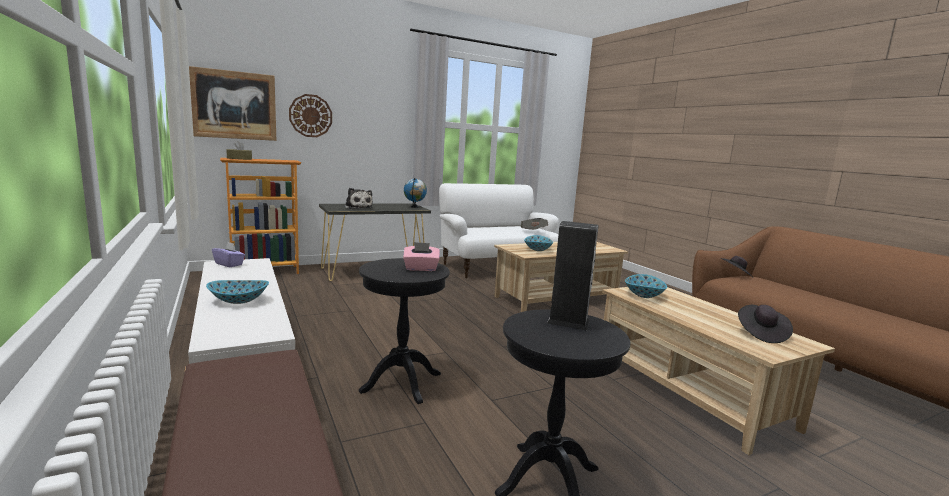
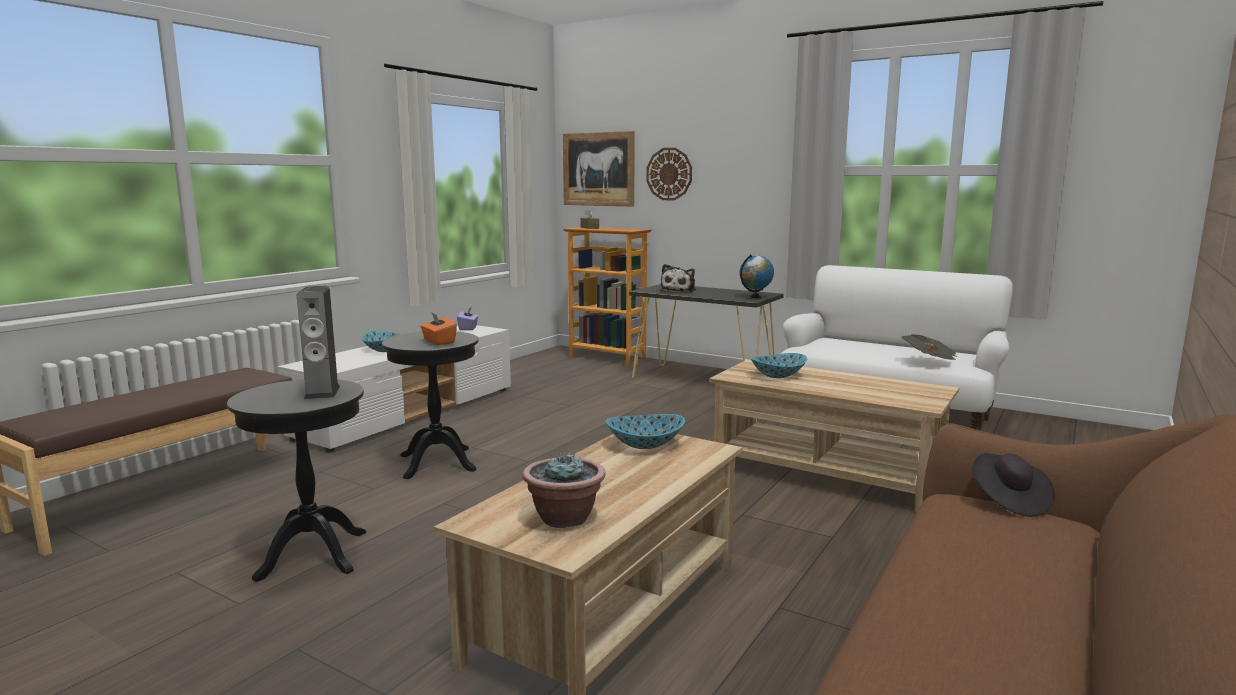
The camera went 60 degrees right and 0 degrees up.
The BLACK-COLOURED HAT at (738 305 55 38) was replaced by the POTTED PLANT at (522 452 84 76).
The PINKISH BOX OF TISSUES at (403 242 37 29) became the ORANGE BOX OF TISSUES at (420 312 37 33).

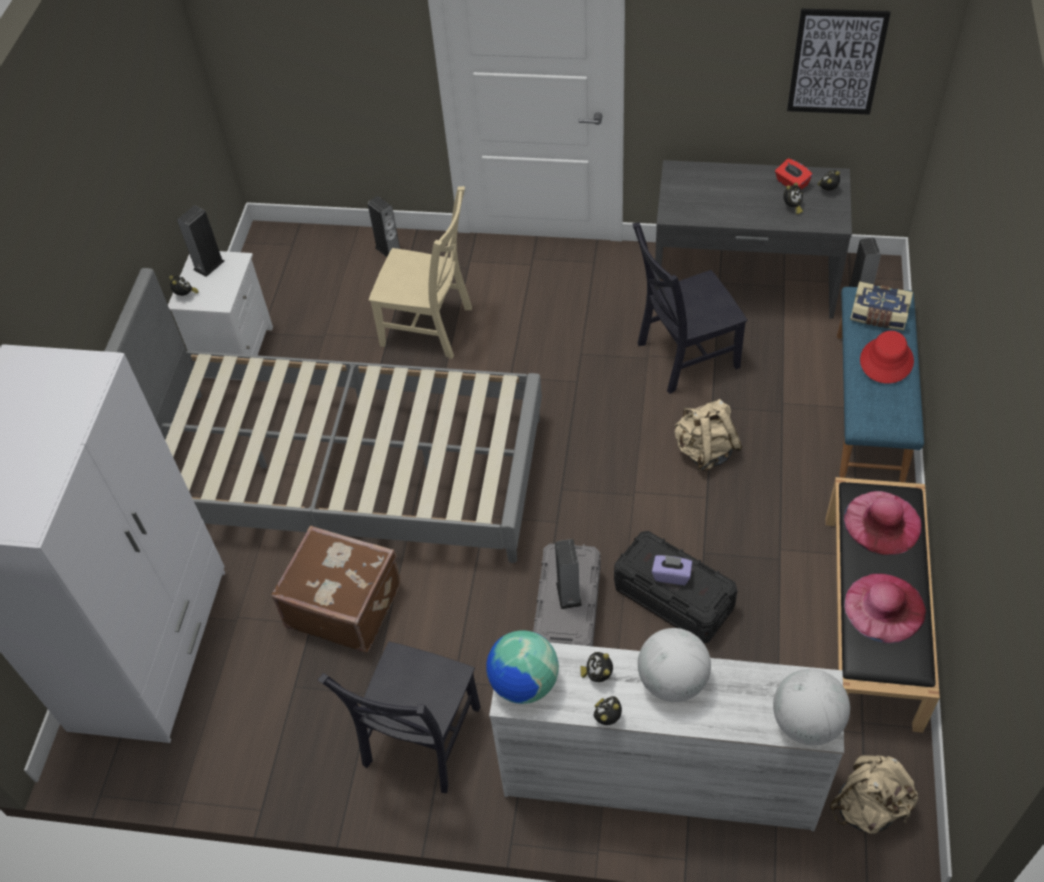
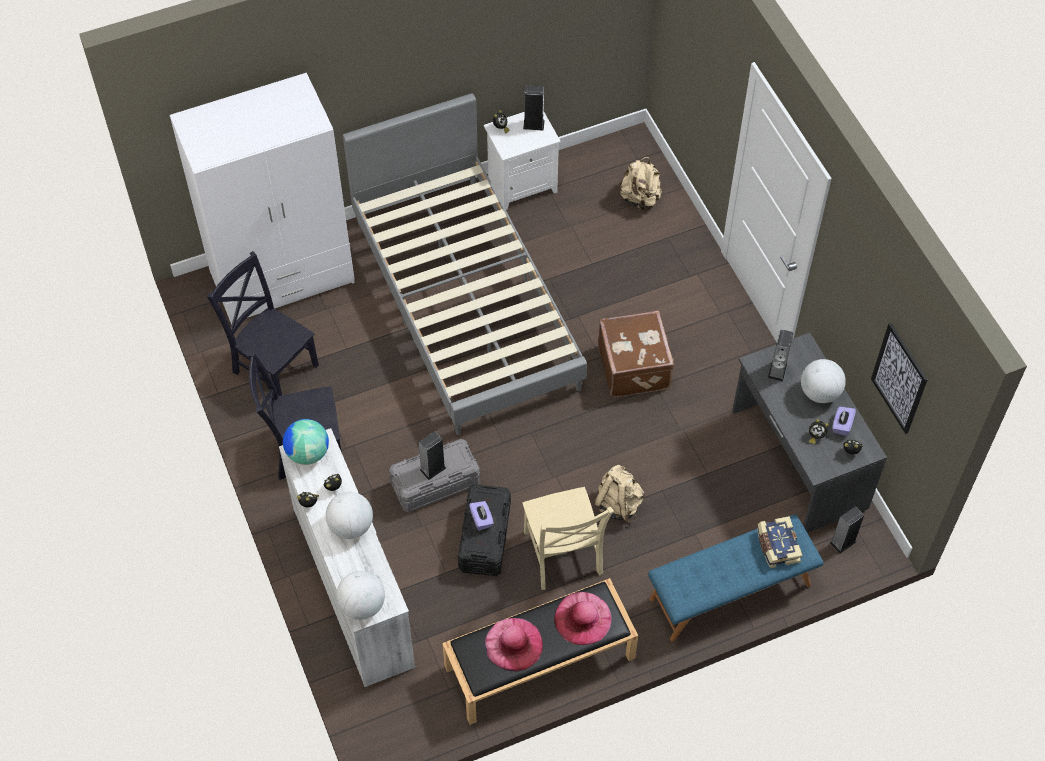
The camera went 55 degrees right and 5 degrees up.
The REDDISH HAT at (860 331 54 52) disappeared.
The DESK GLOBE at (801 359 45 44) appeared.
The BROWN-COLOURED TRAVEL CASE moved from (271 525 129 128) to (598 311 76 87).
The LOUDSPEAKER moved from (368 196 32 61) to (768 329 26 53).
The BEIGE UPRIGHT CHAIR moved from (369 186 103 173) to (522 487 92 103).
The BLACK-COLOURED UPRIGHT CHAIR moved from (632 222 115 172) to (207 251 112 145).
The BEIGE BACKPACK moved from (830 755 89 79) to (619 157 43 54).
The REDDISH BOX OF TISSUES at (775 158 38 32) became the PURPLE BOX OF TISSUES at (832 406 24 30).

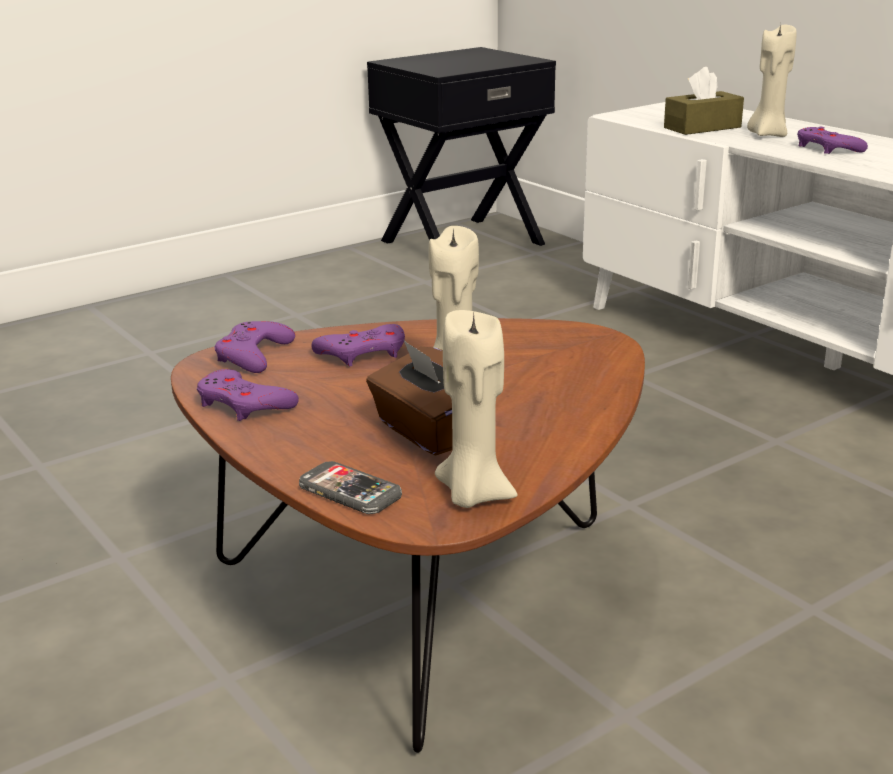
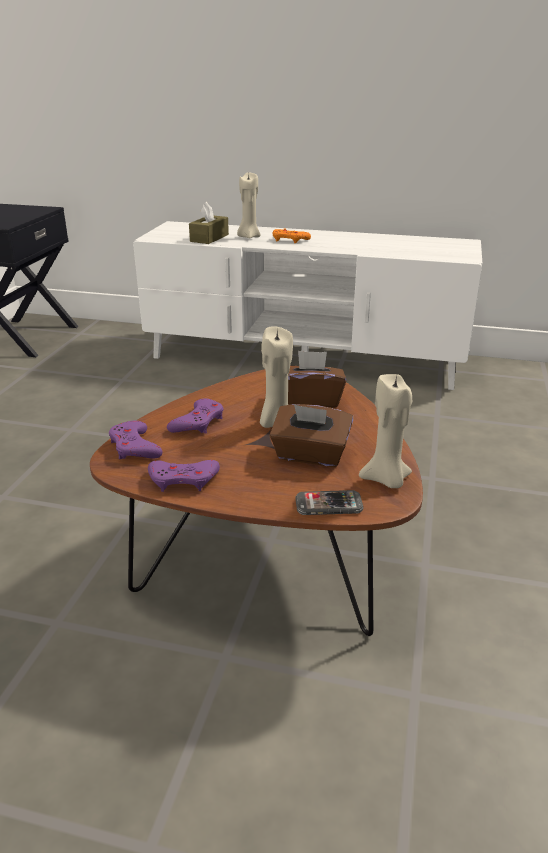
The camera went 40 degrees left and 5 degrees up.
The BROWN-COLOURED BOX OF TISSUES at (288 351 58 57) appeared.
The PURPLE GAME CONTROLLER at (797 127 71 27) became the ORANGE GAME CONTROLLER at (272 229 39 14).

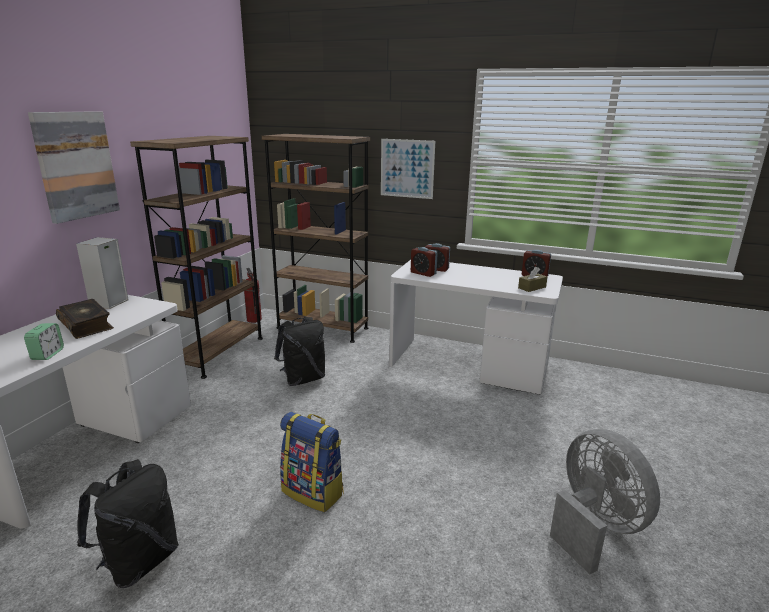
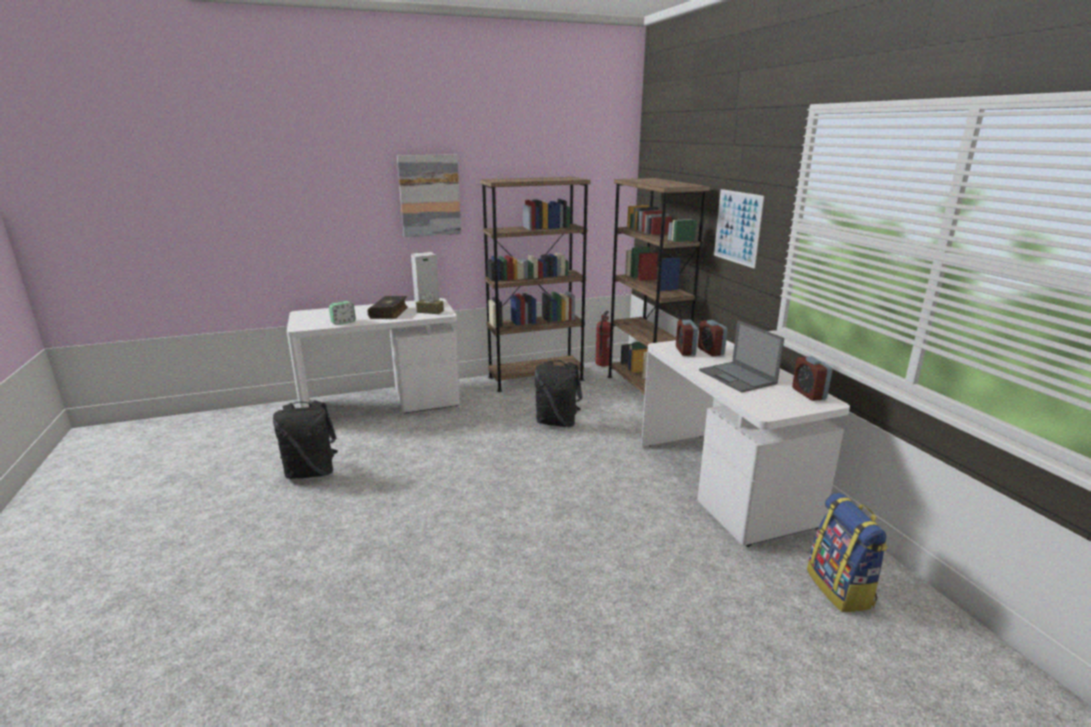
The camera went 50 degrees right and 0 degrees up.
The GREYISH ELECTRIC FAN at (550 429 110 146) disappeared.
The LAPTOP at (699 320 85 73) appeared.
The BACKPACK moved from (280 412 64 100) to (807 493 81 119).
The BROWN-COLOURED BOX OF TISSUES moved from (518 267 29 25) to (416 292 28 22).

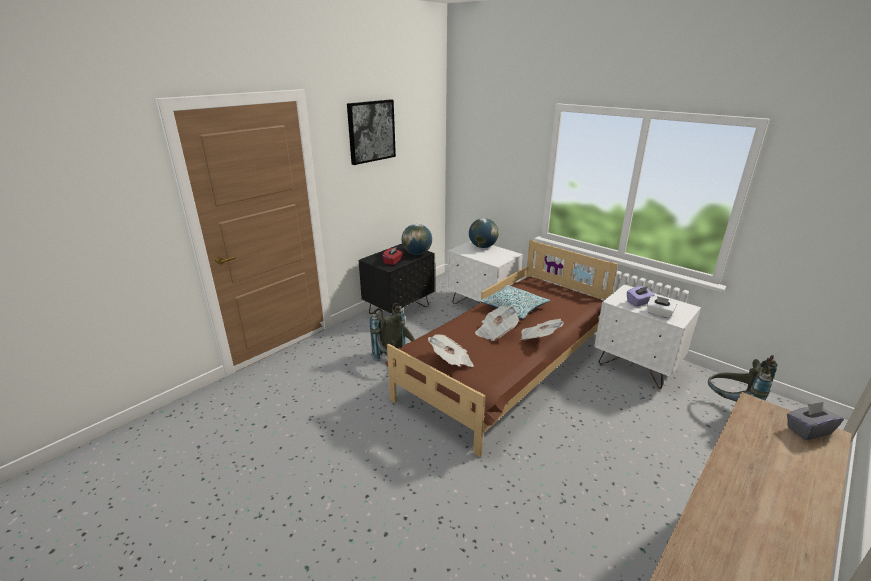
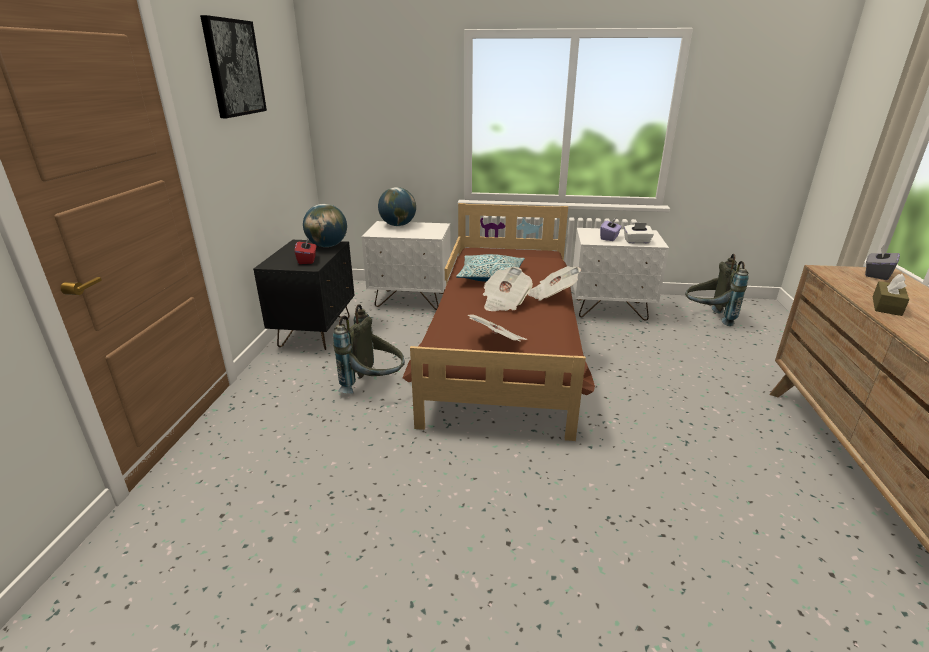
The camera went 35 degrees left and 0 degrees up.
The BROWN-COLOURED BOX OF TISSUES at (873 274 36 42) appeared.

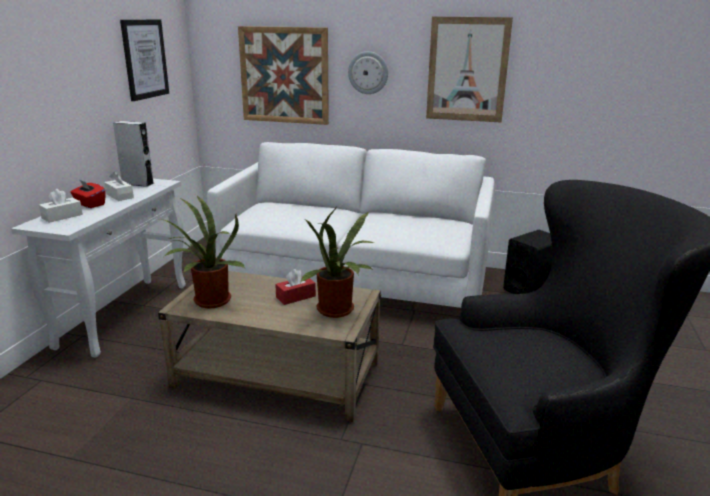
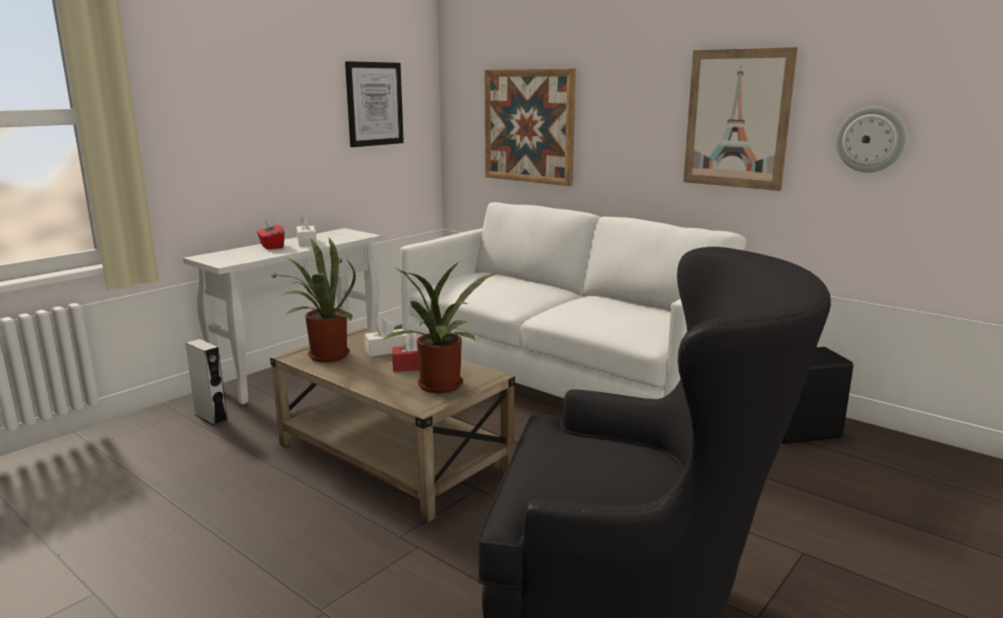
The camera went 25 degrees right and 5 degrees down.
The WHITE BOX OF TISSUES moved from (39 189 44 34) to (364 318 43 39).
The GREYISH LOUDSPEAKER moved from (113 121 41 66) to (185 339 43 86).
The CLOCK ON THE WALL moved from (348 51 40 43) to (836 106 70 67).

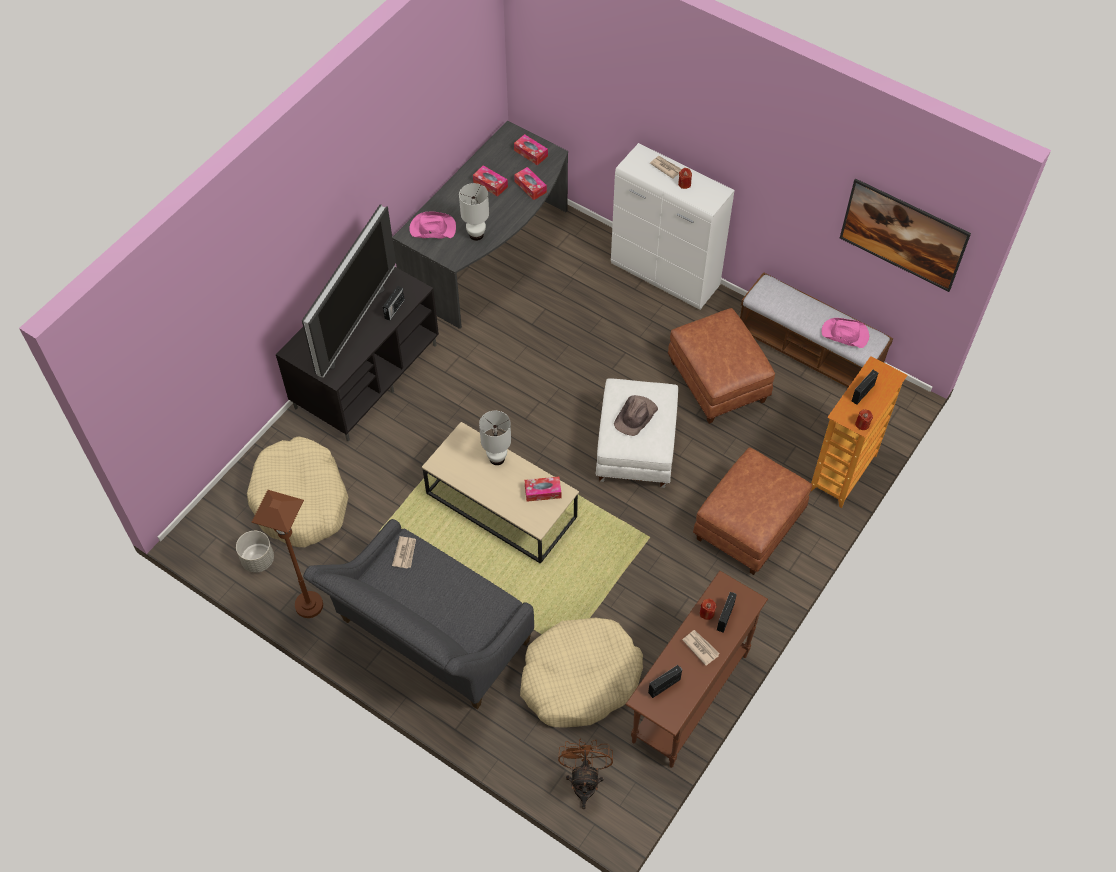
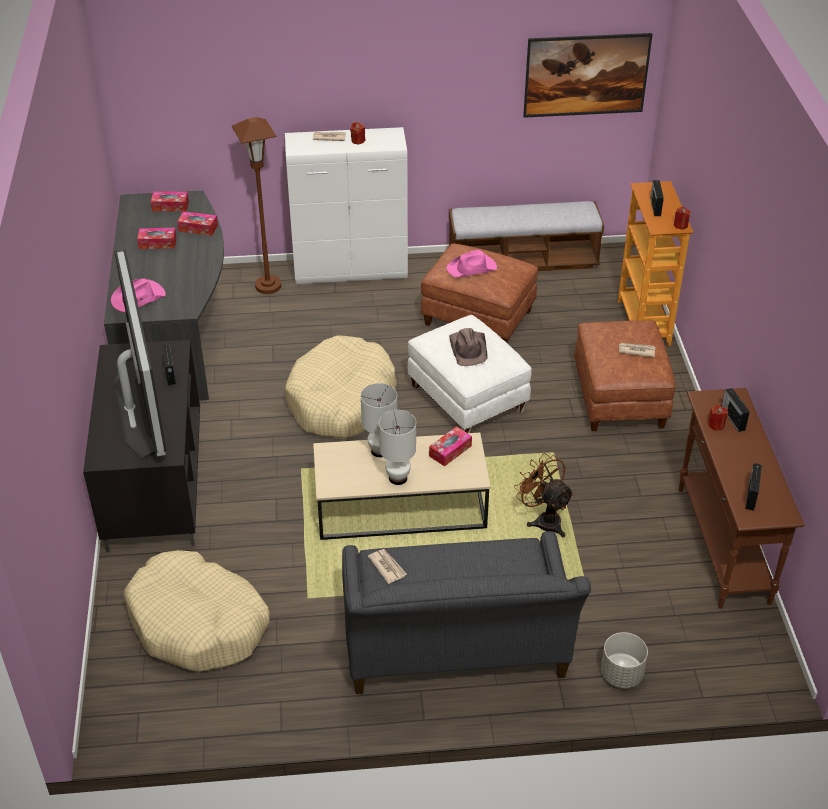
The camera went 40 degrees left and 15 degrees down.
The GREYISH FLOWER POT moved from (236 531 38 42) to (601 632 47 56).
The BROWN-COLOURED FLOOR LAMP moved from (252 490 71 128) to (232 117 49 177).
The WHITE TABLETOP LAMP moved from (459 183 30 58) to (379 410 37 75).
The BEIGE PET BED moved from (520 618 123 109) to (285 335 112 103).
The BROWN-COLOURED ELECTRIC FAN moved from (558 739 55 70) to (514 453 60 84).
The NEWSPAPER moved from (682 630 38 36) to (619 343 36 14).
The PINKISH HAT moved from (822 318 47 30) to (447 249 50 28).

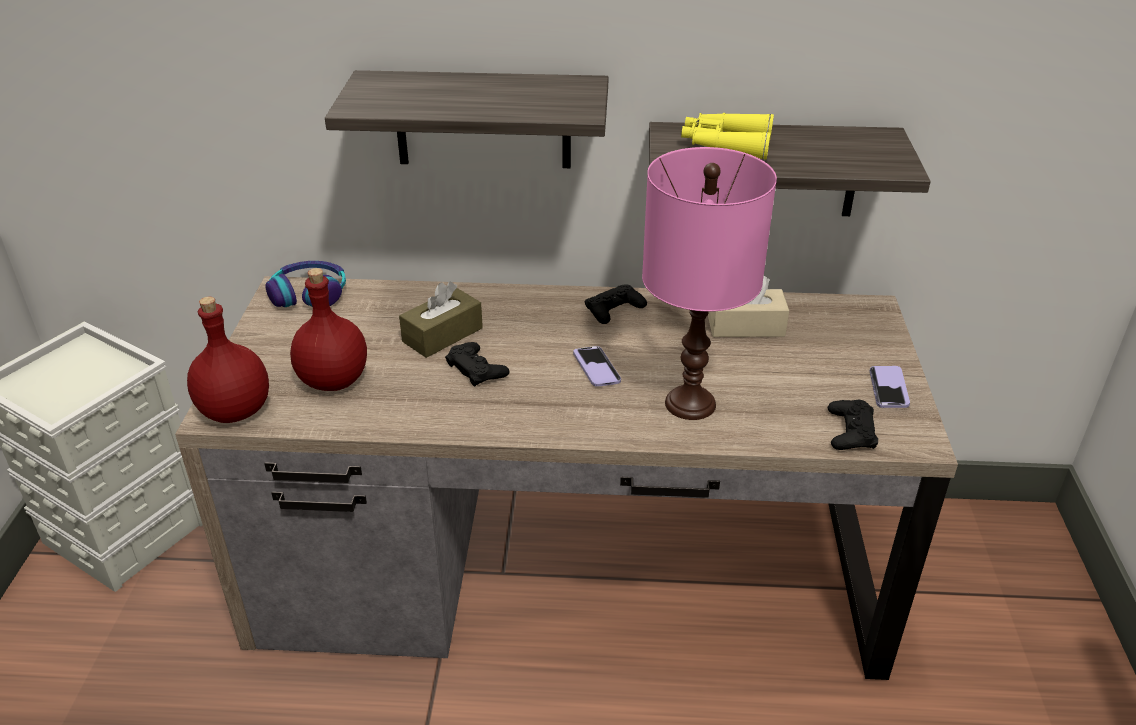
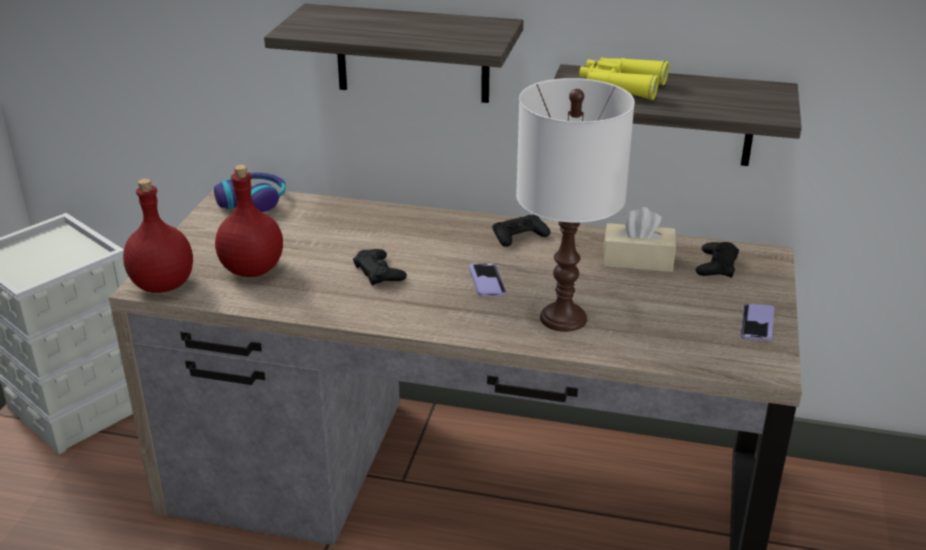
The camera went 10 degrees right and 5 degrees down.
The BROWN-COLOURED BOX OF TISSUES at (399 282 84 76) disappeared.
The BLACK-COLOURED GAME CONTROLLER moved from (827 400 51 50) to (696 242 43 36).
The PINKISH TABLETOP LAMP at (642 147 135 273) became the WHITE TABLETOP LAMP at (516 78 119 254).

